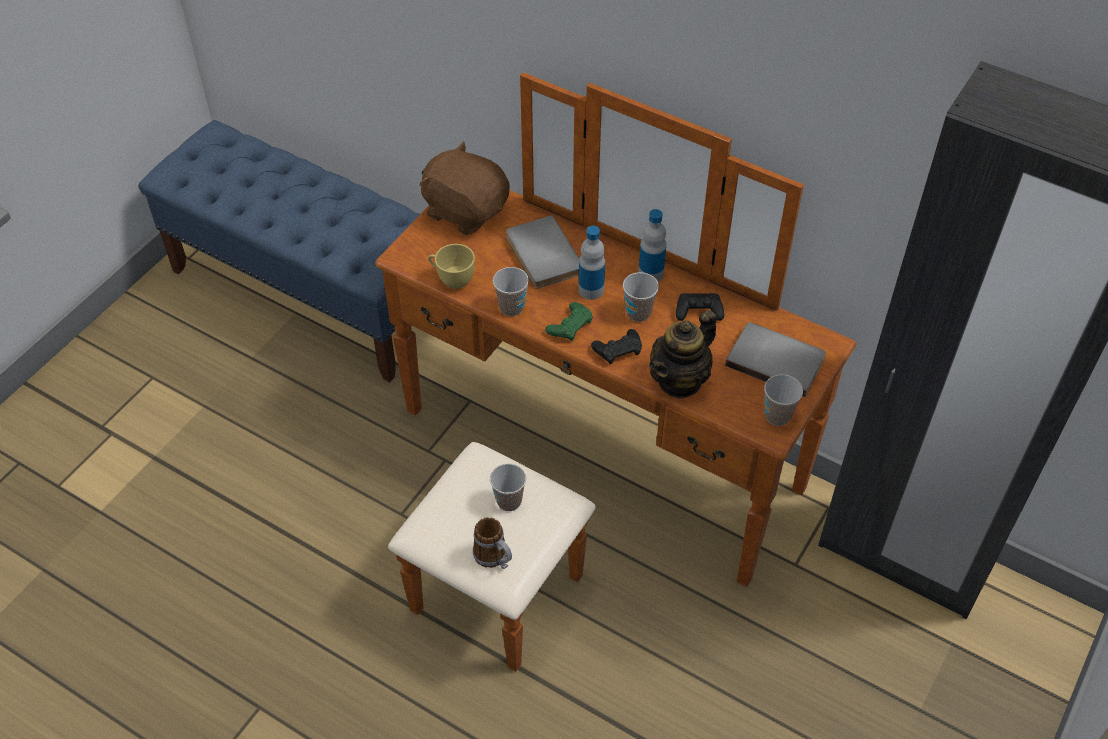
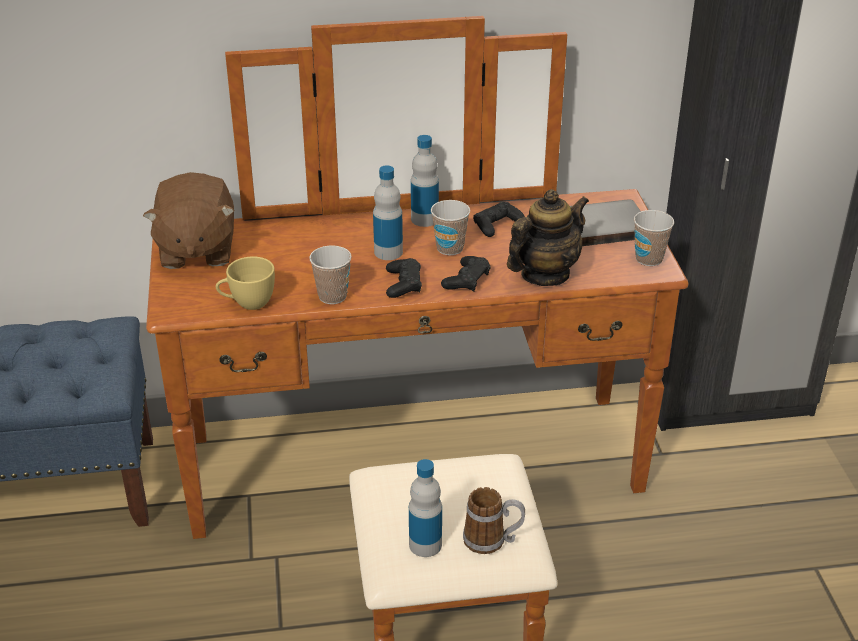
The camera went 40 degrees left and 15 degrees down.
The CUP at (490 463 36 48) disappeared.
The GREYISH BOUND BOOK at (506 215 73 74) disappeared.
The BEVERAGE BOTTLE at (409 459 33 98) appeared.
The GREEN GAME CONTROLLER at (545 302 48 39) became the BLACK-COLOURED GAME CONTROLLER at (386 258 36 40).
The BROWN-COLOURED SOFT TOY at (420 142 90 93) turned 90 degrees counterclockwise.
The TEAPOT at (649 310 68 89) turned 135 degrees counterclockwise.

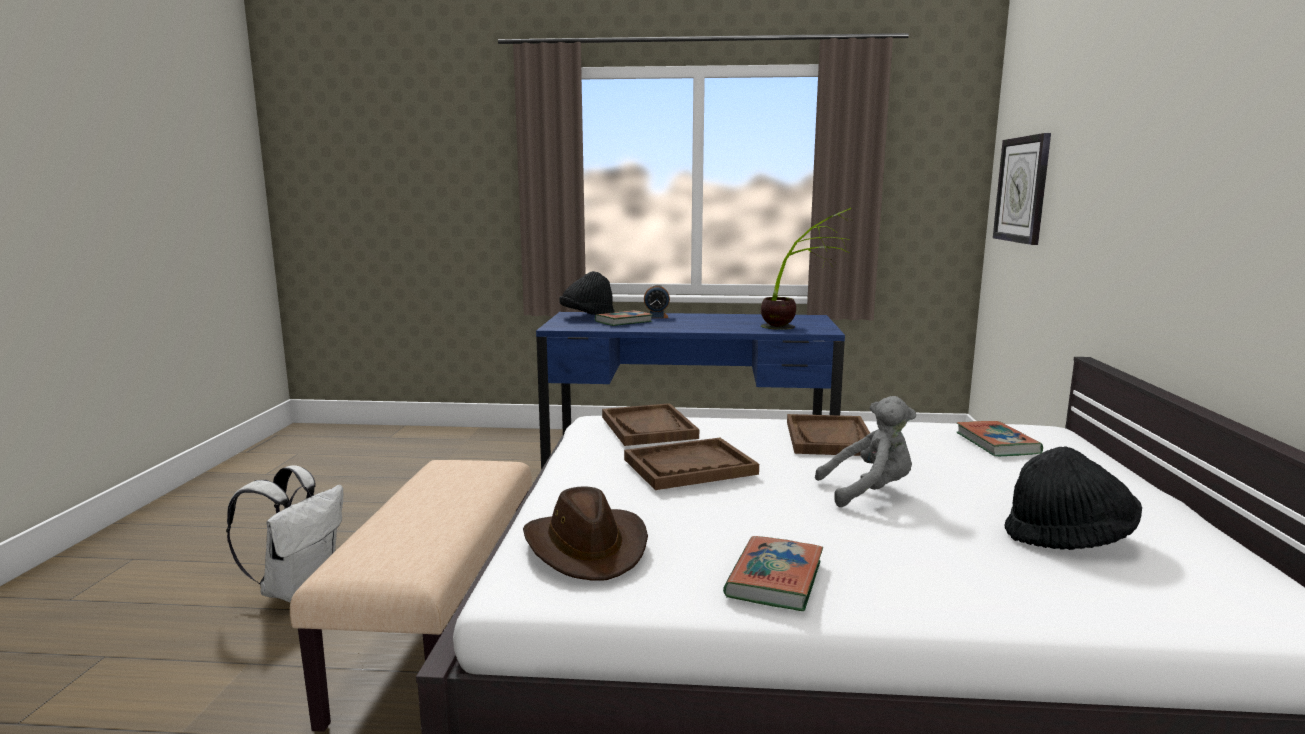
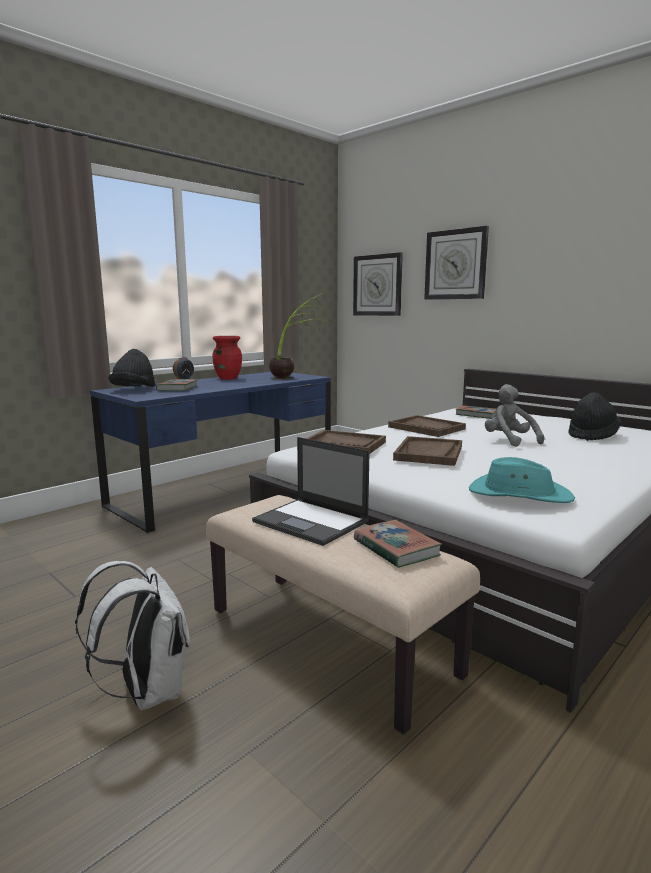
The camera went 50 degrees left and 0 degrees up.
The REDDISH FLOWER VASE at (212 336 30 44) appeared.
The LAPTOP at (252 437 118 109) appeared.
The CLOCK ON THE WALL at (424 226 65 74) appeared.
The BOUND BOOK moved from (723 536 100 75) to (354 520 88 48).
The BROWN-COLOURED HAT at (523 487 125 94) became the TURQUOISE HAT at (469 457 106 46).
The GREYISH SOFT TOY at (815 396 101 111) turned 60 degrees counterclockwise.

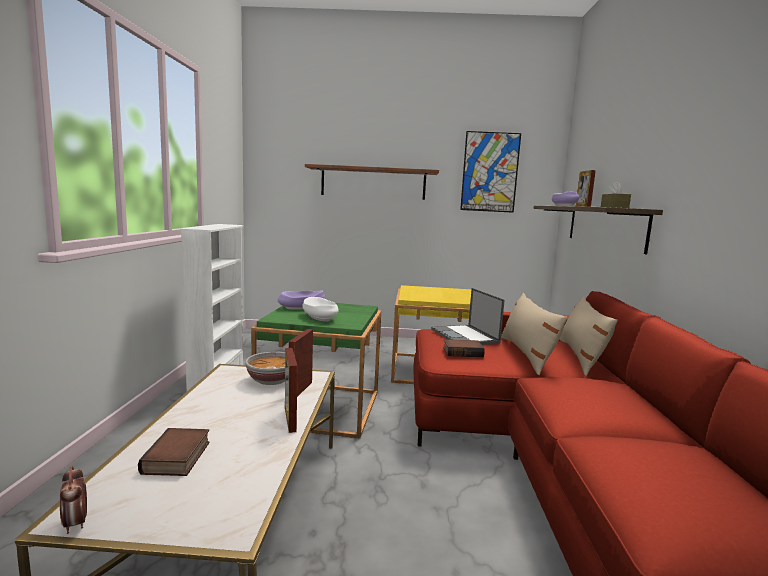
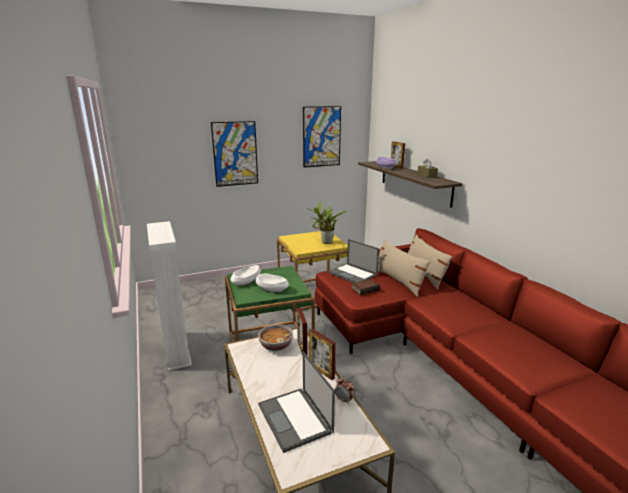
The camera went 25 degrees left and 10 degrees up.
The POTTED PLANT at (308 202 39 42) appeared.
The ALARM CLOCK moved from (60 466 27 68) to (335 377 20 26).
The BOUND BOOK at (138 428 72 48) was replaced by the LAPTOP at (258 352 77 101).
The BROWN-COLOURED WALL SHELF at (305 164 134 36) was replaced by the WALL ART at (211 121 47 66).
The PURPLE SERVING BOWL at (278 291 47 19) became the WHITE SERVING BOWL at (231 265 30 21).

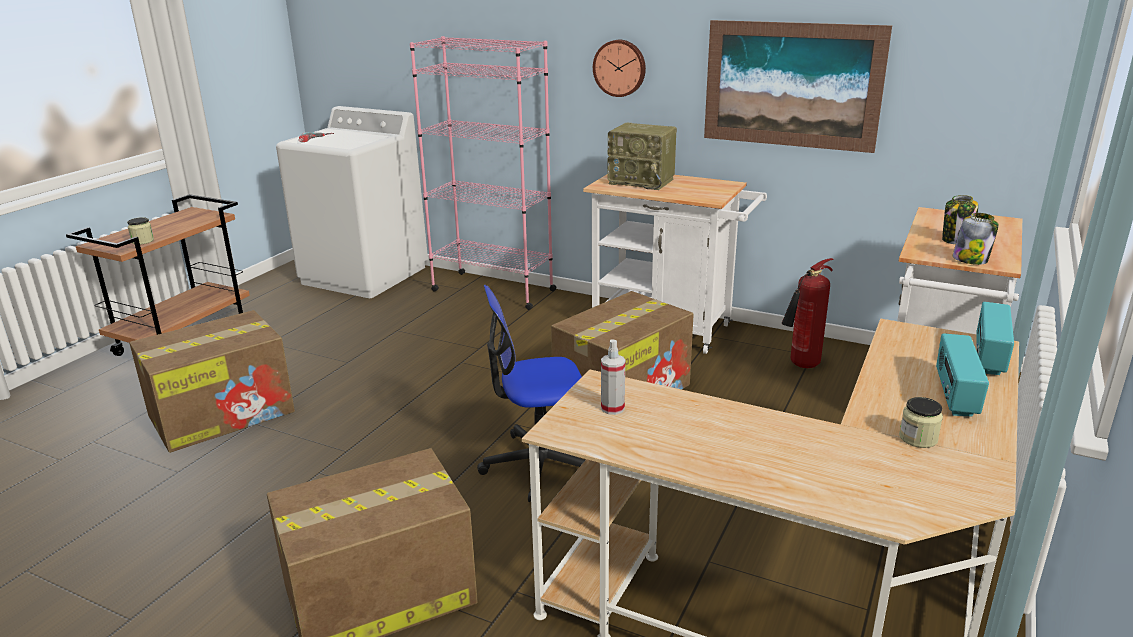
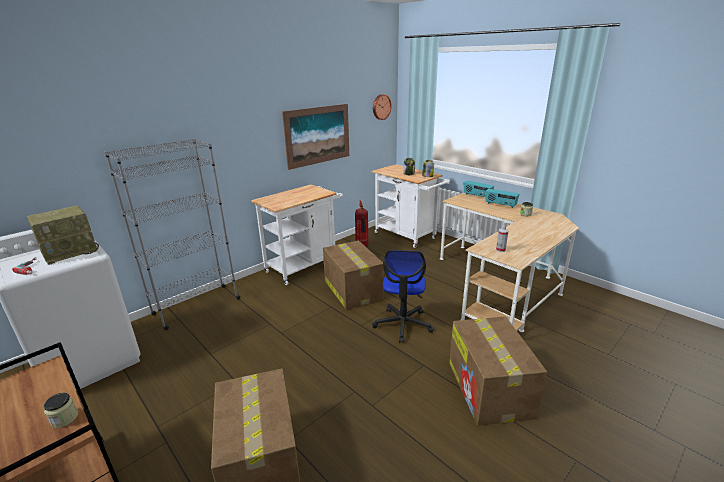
The camera went 70 degrees left and 0 degrees up.
The CLOCK ON THE WALL moved from (593 40 53 57) to (373 94 19 26).
The RADIO SET moved from (608 123 69 67) to (27 205 72 60).
The PINKISH BOOKCASE at (410 36 147 274) became the GREYISH BOOKCASE at (105 138 135 192).

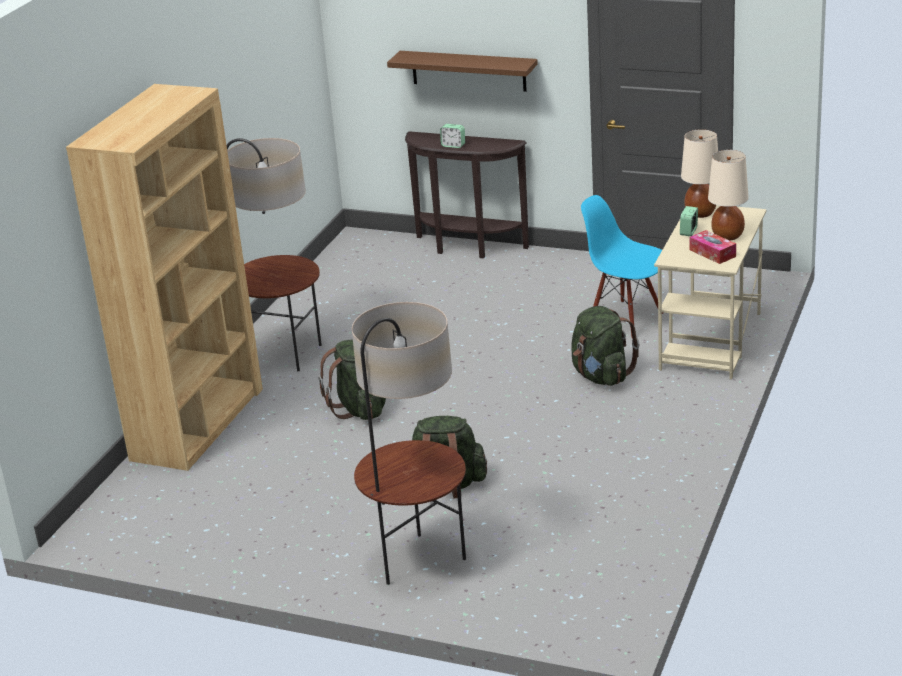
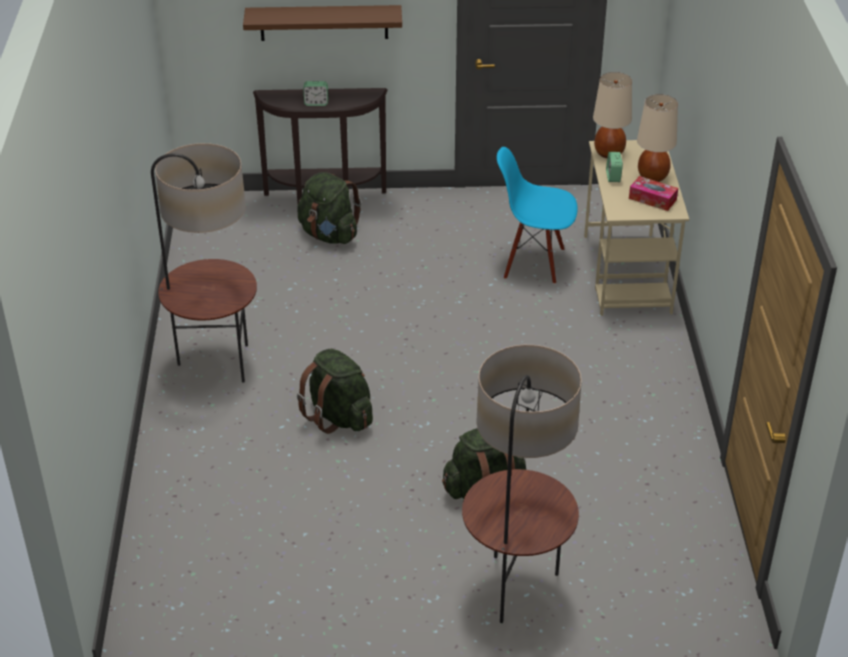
The camera went 25 degrees left and 10 degrees up.
The BROWN-COLOURED BOOKCASE at (66 84 197 387) disappeared.
The GREEN BACKPACK moved from (572 306 67 80) to (297 172 64 72).

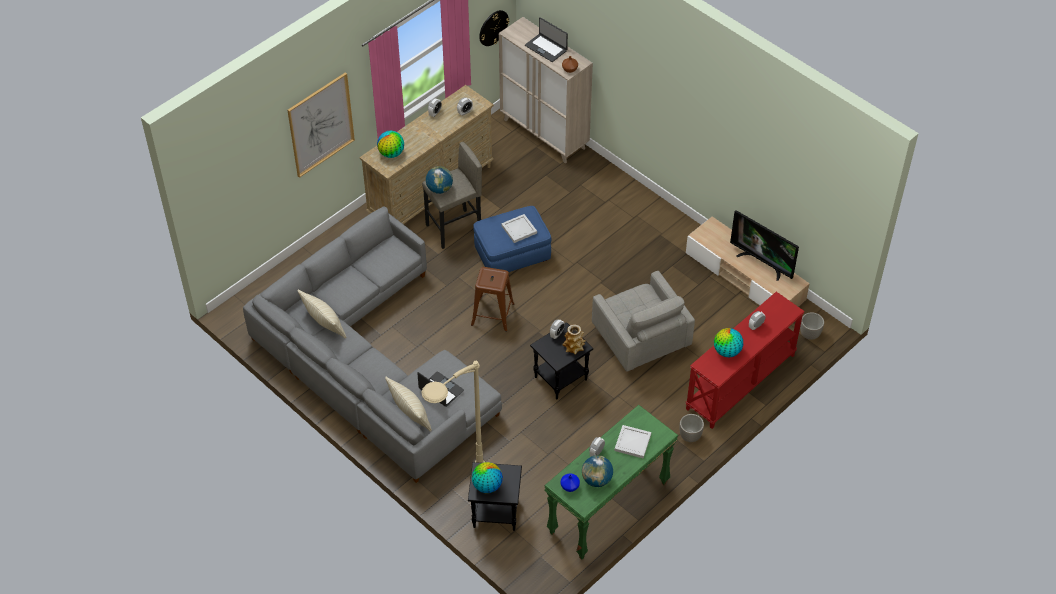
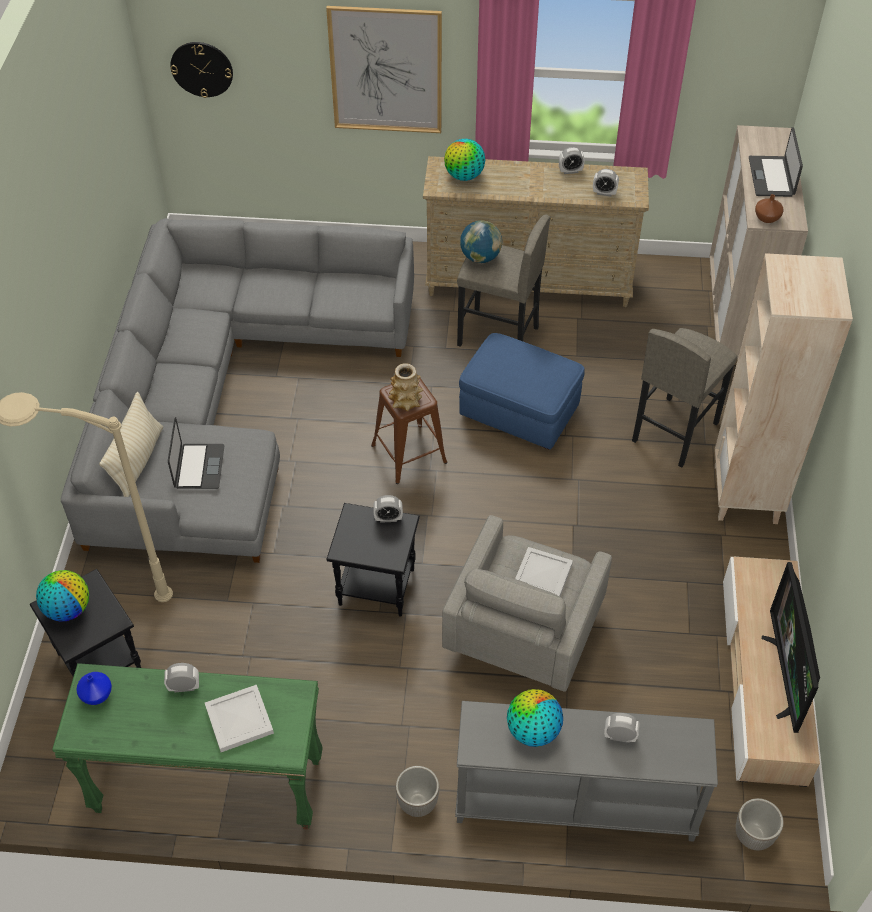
The camera went 50 degrees right and 0 degrees up.
The BEIGE PILLOW at (298 290 48 49) disappeared.
The DESK GLOBE at (582 455 31 32) disappeared.
The GREYISH STOOL at (632 328 106 139) appeared.
The BEIGE BOOKCASE at (715 253 138 271) appeared.
The CLOCK ON THE WALL moved from (479 10 30 36) to (170 42 63 56).
The WHITE CARRYING TRAY moved from (501 214 36 29) to (515 547 58 49).
The FLOWER VASE moved from (562 324 24 31) to (388 363 35 48).
The REDDISH CONSOLE TABLE at (685 292 120 137) became the GREYISH CONSOLE TABLE at (455 701 263 141).

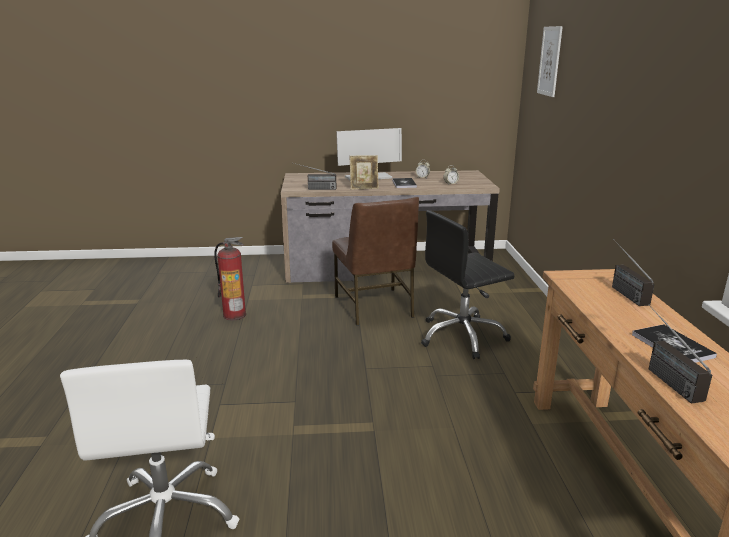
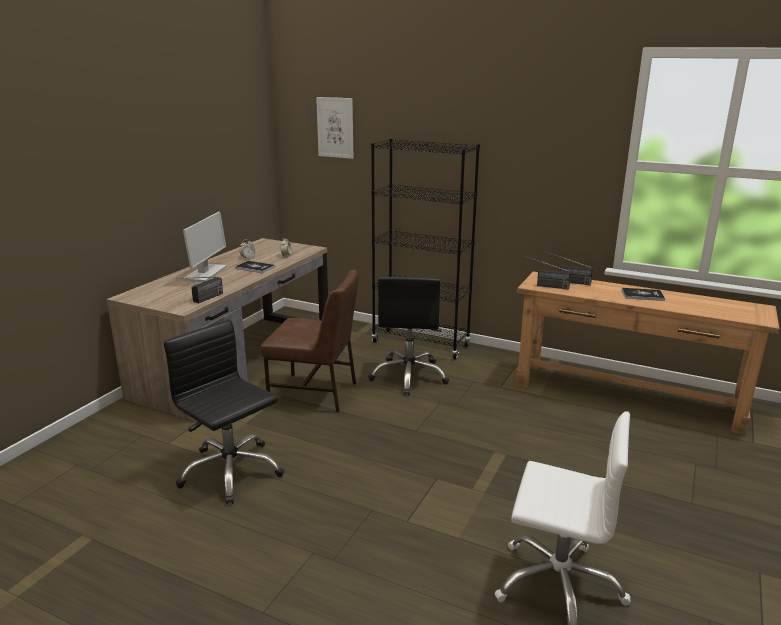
The camera went 60 degrees left and 0 degrees up.
The PHOTO FRAME at (350 155 29 35) disappeared.
The BLACK-COLOURED BOOKCASE at (371 139 109 221) appeared.
The RADIO SET moved from (648 304 64 100) to (525 256 46 33).
The EXTINGUISHER at (214 237 32 83) was replaced by the BLACK-COLOURED DESK CHAIR at (164 320 120 184).

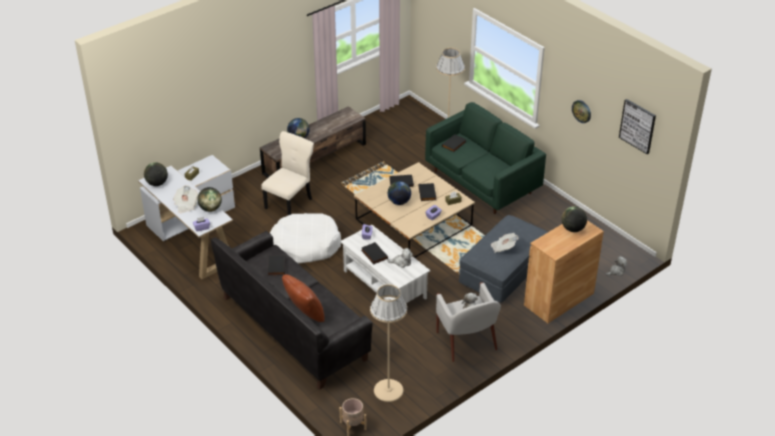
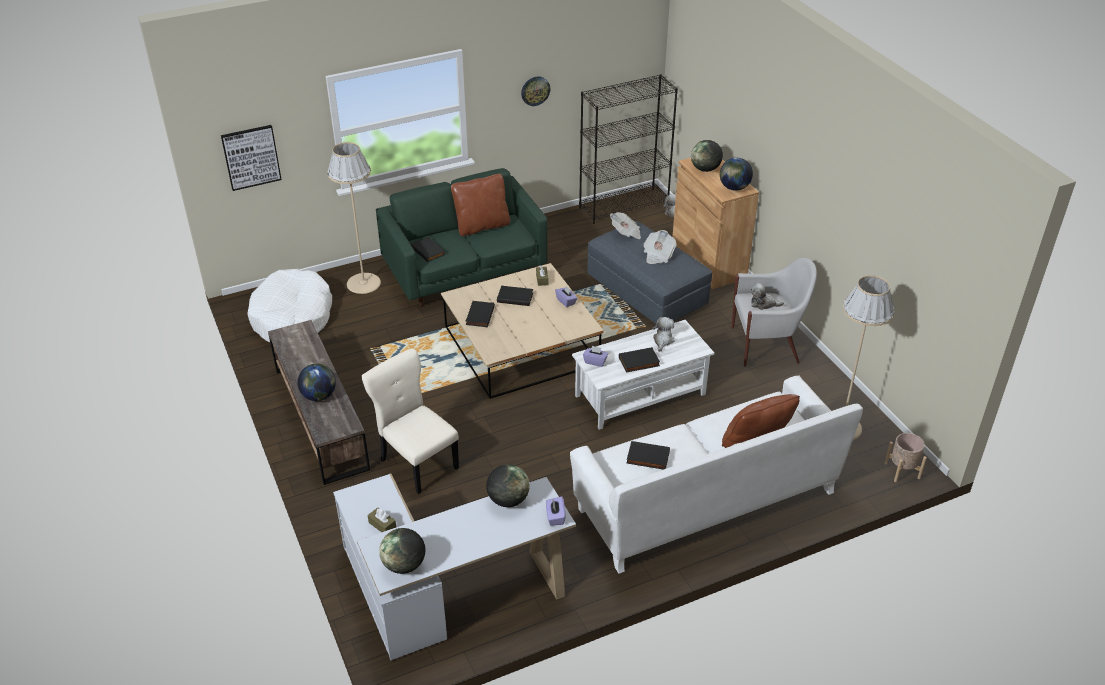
The camera went 75 degrees left and 0 degrees up.
The BROWN-COLOURED PILLOW at (451 174 59 62) appeared.
The BLACK-COLOURED BOOKCASE at (579 74 99 150) appeared.
The NEWSPAPER moved from (173 185 25 28) to (610 212 31 27).
The WHITE PET BED moved from (270 213 71 51) to (247 269 85 73).
The DESK GLOBE moved from (388 181 23 24) to (720 158 33 33).
The WALL ART moved from (619 99 37 55) to (221 125 61 66).
The BLACK-COLOURED SETTEE at (211 231 162 159) became the WHITE SETTEE at (570 376 293 198).

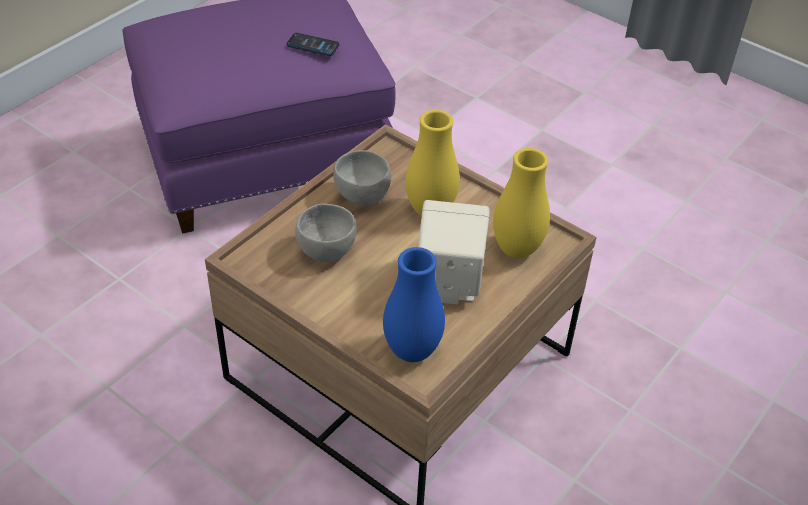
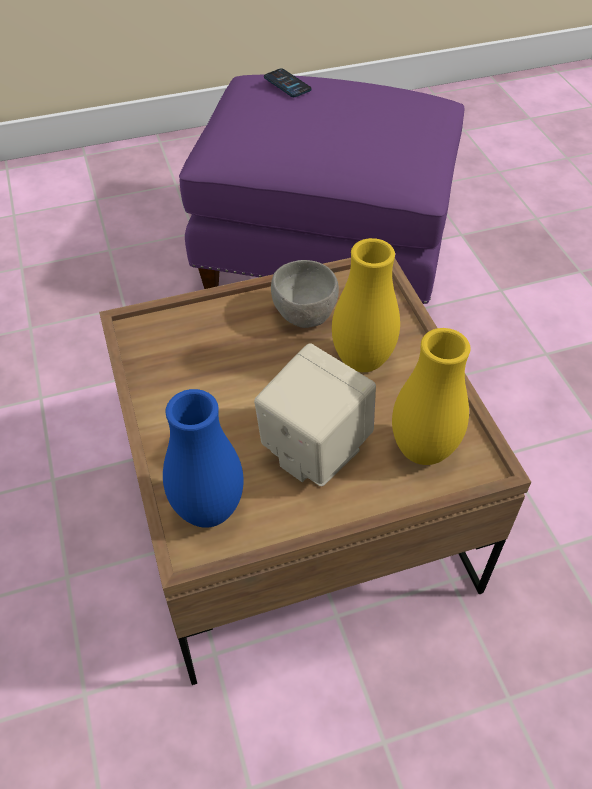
The camera went 35 degrees right and 5 degrees up.
The GREYISH SERVING BOWL at (295 203 62 59) disappeared.
The TELEPHONE moved from (286 33 53 23) to (264 68 47 29).

